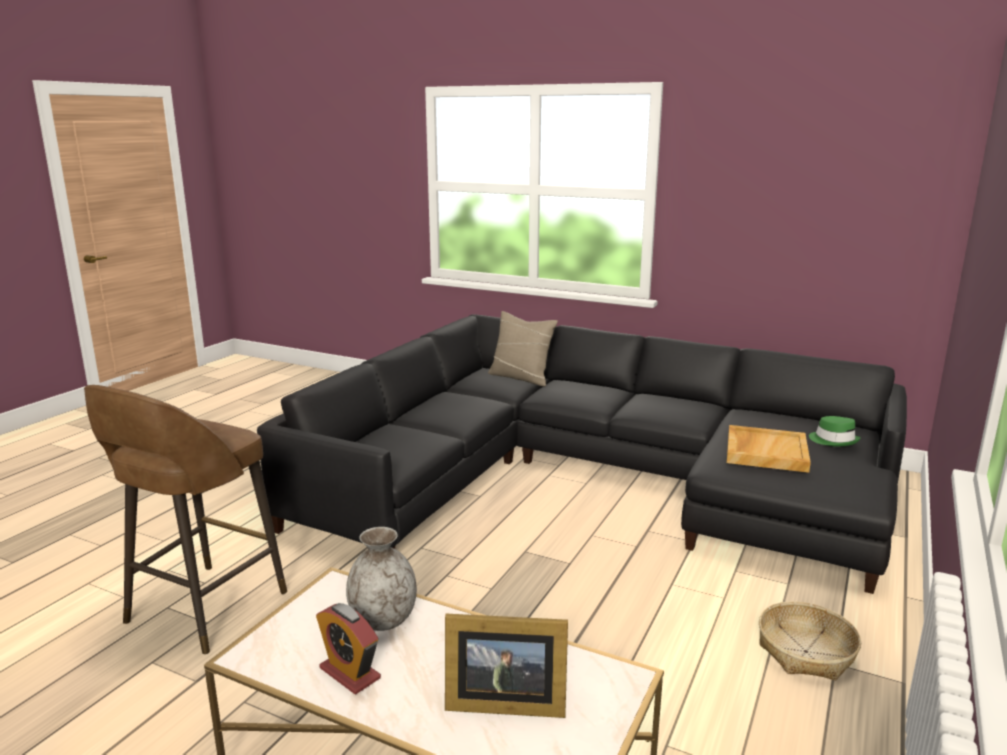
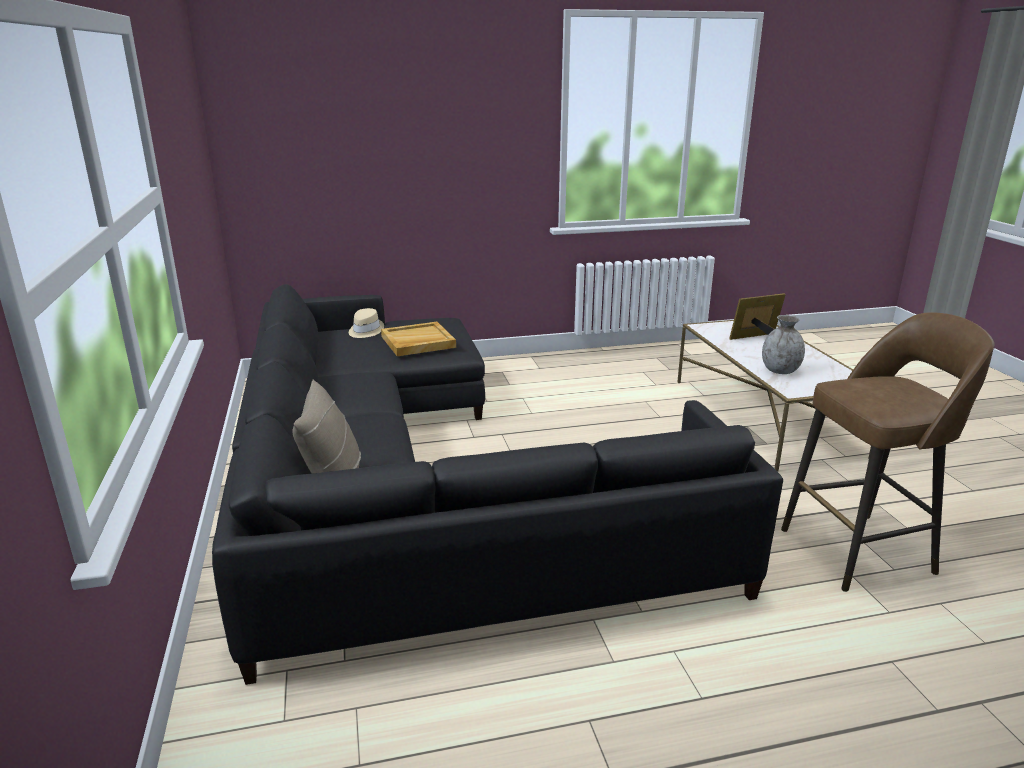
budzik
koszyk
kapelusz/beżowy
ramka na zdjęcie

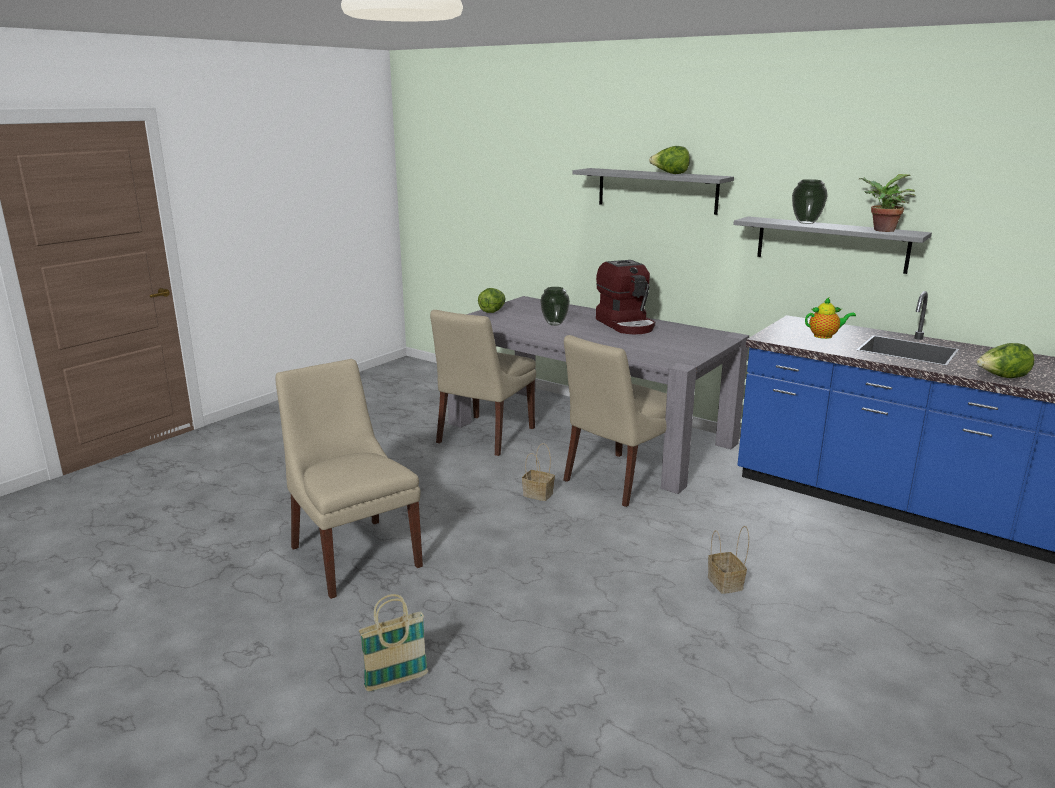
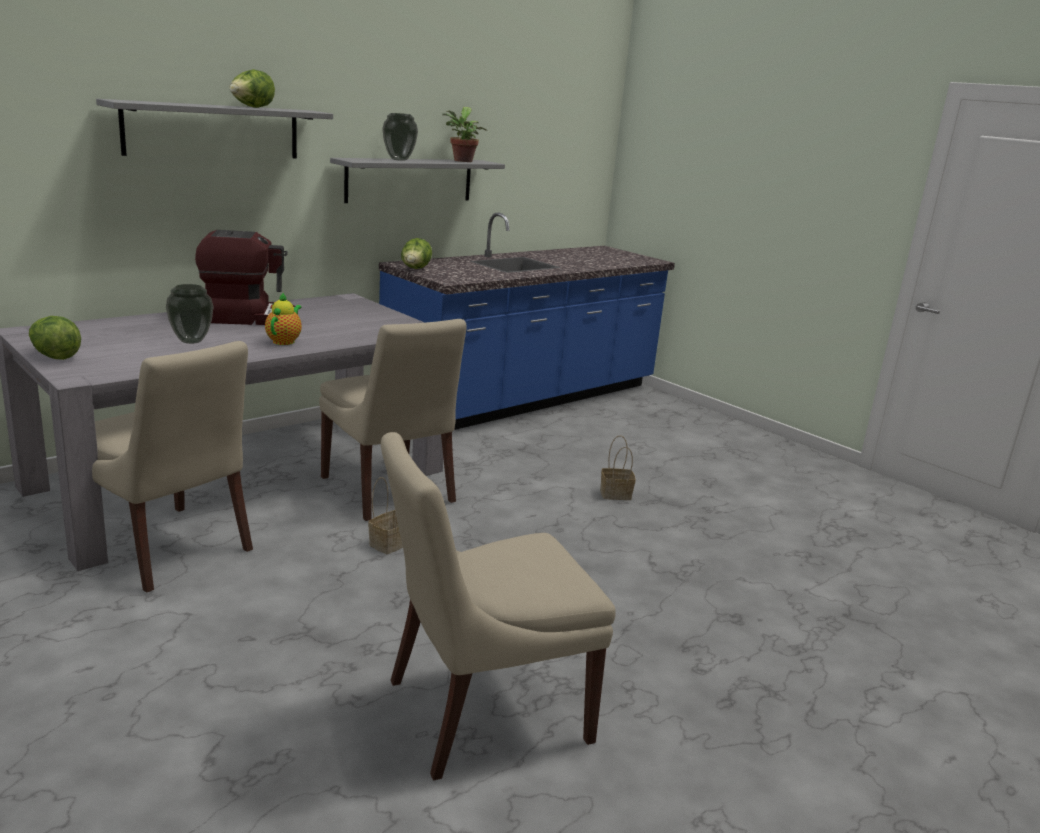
koszyk (1st from left in the first image)
imbryk
sałata (3rd from left)

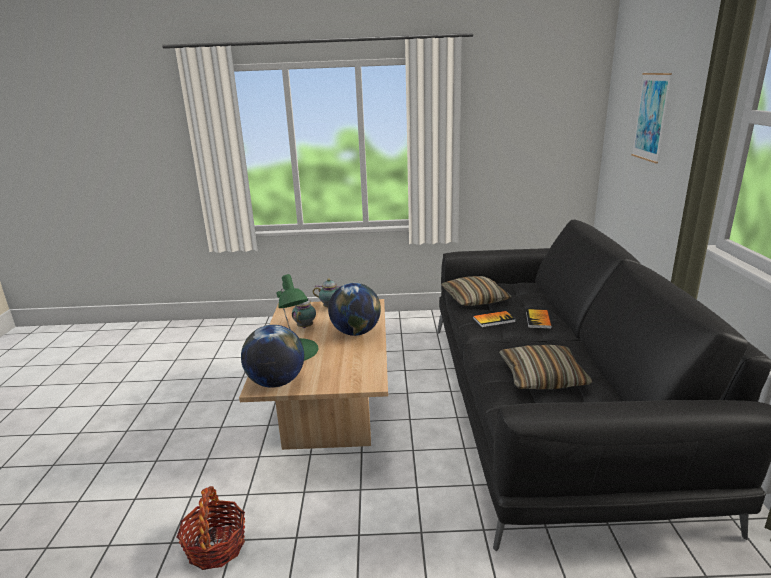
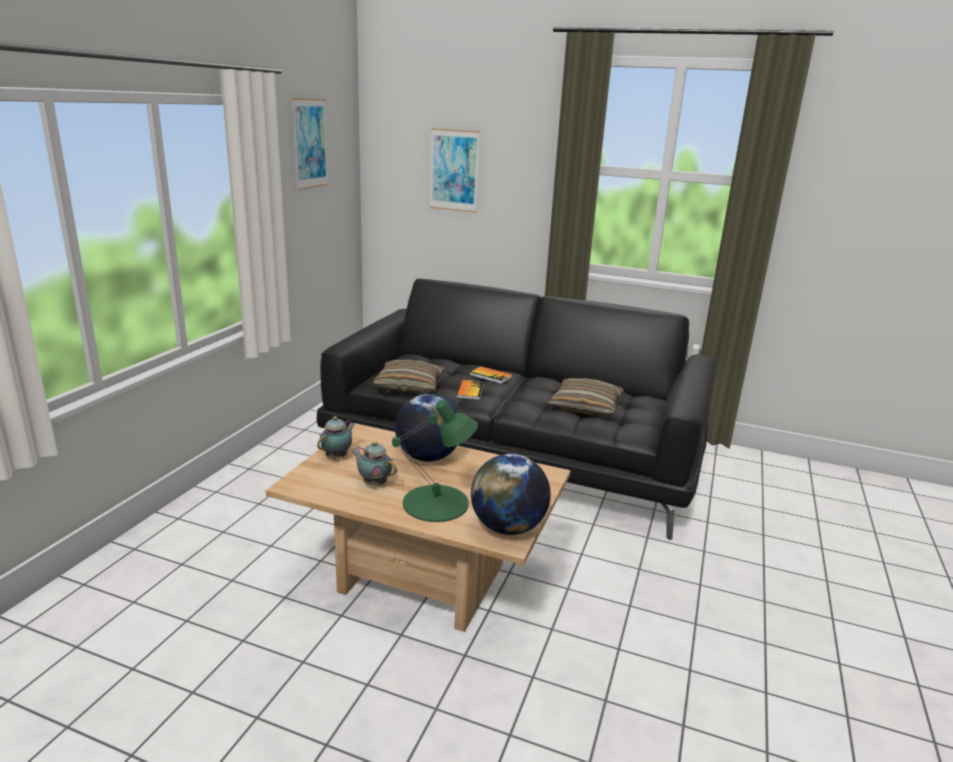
koszyk
obraz (1st from left)

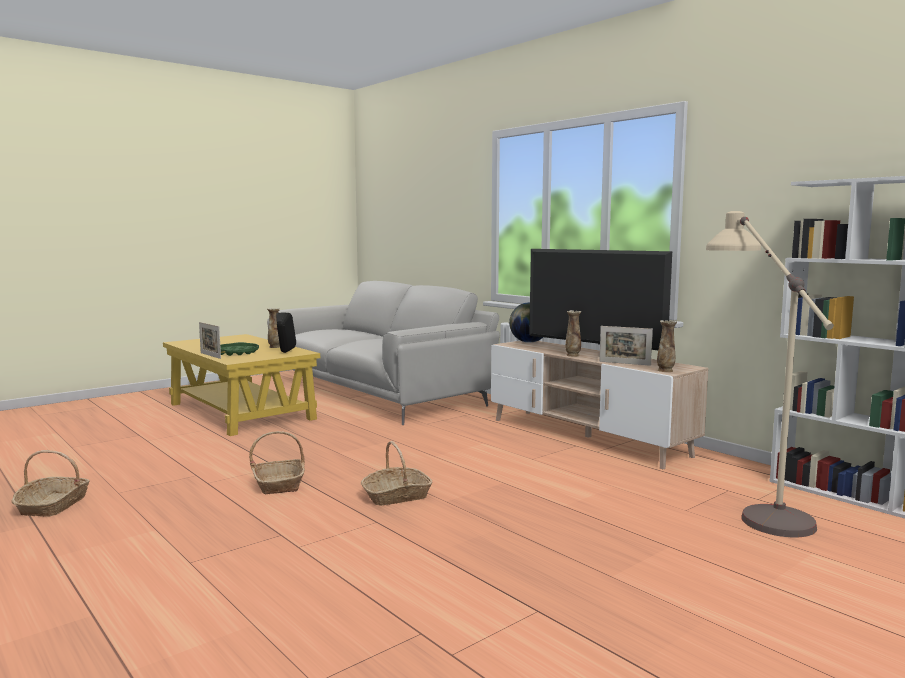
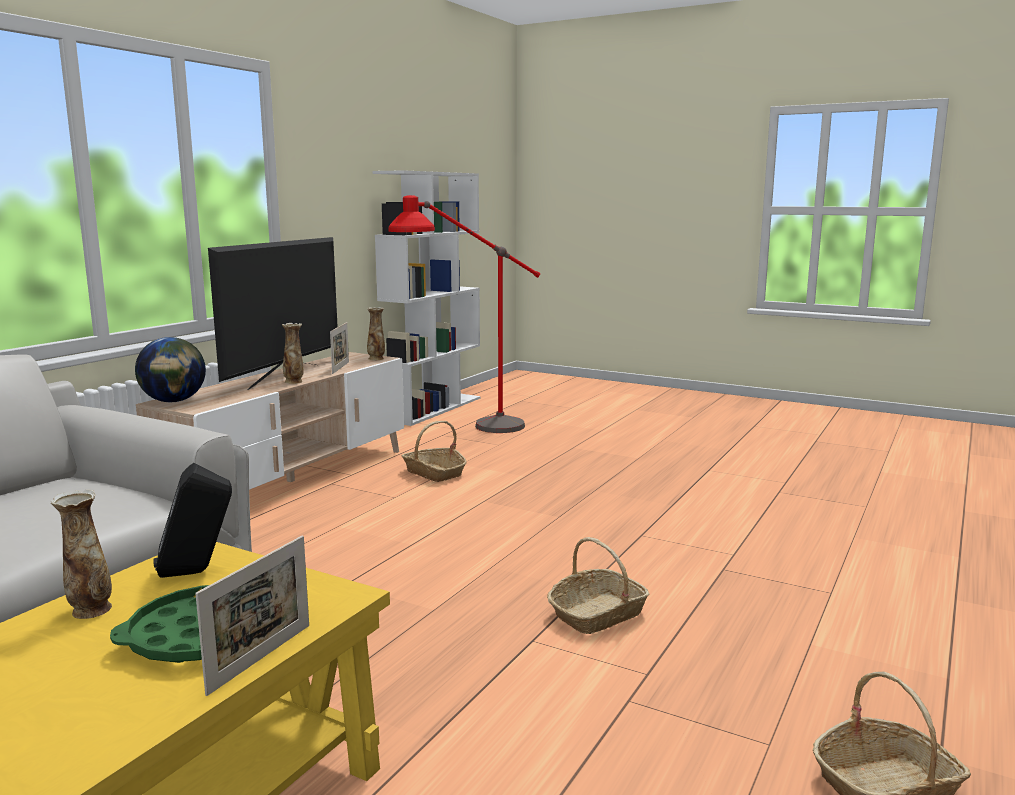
koszyk (1st from left)
lampa stojąca/czerwony

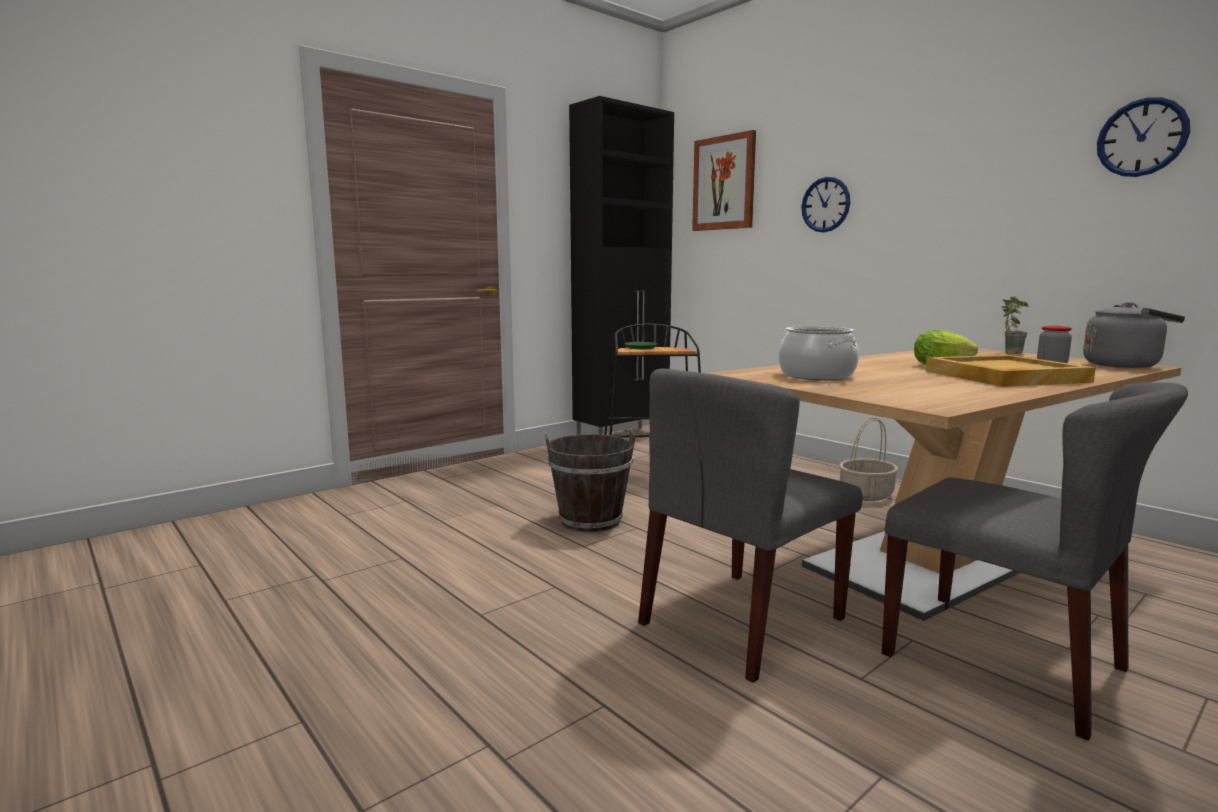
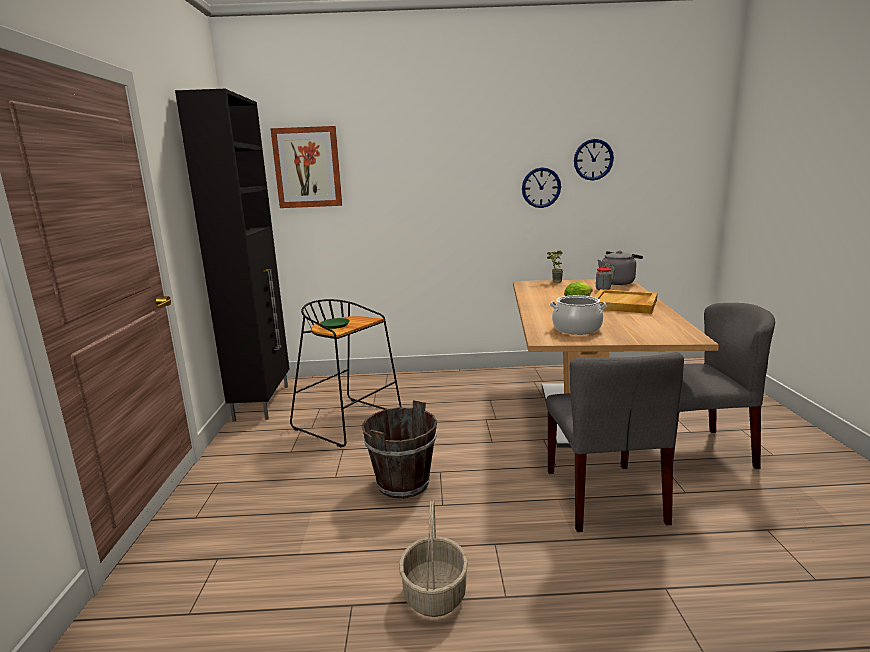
zegar ścienny (1st from left)
koszyk

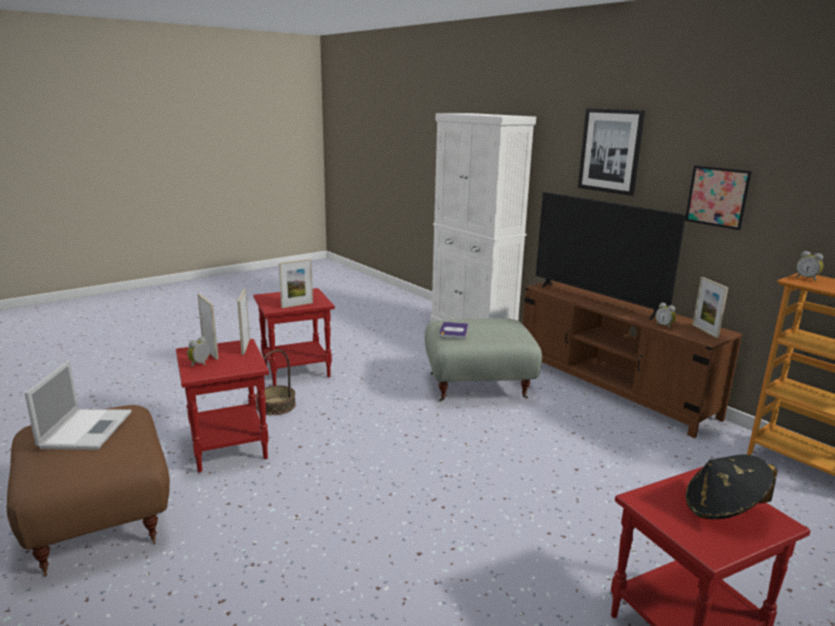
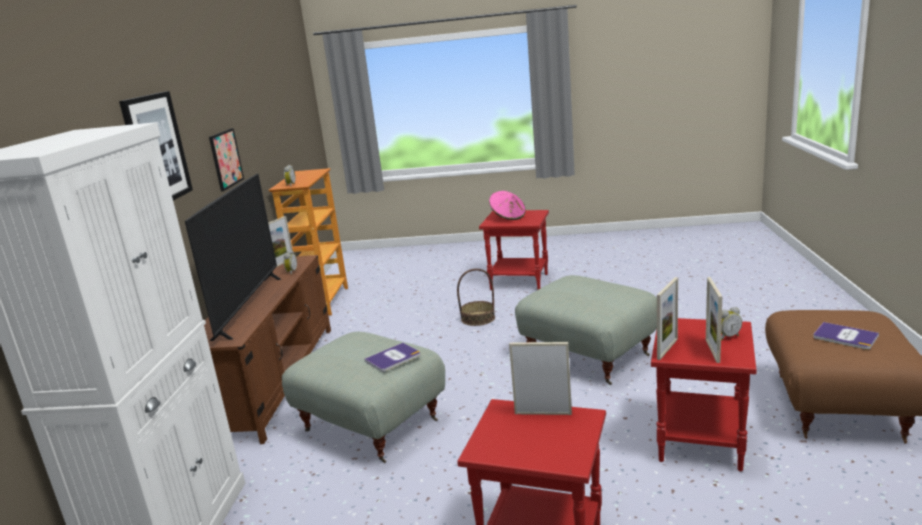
pufa/szary (2nd from left)
koszyk
książka (2nd from left)
kapelusz/różowy

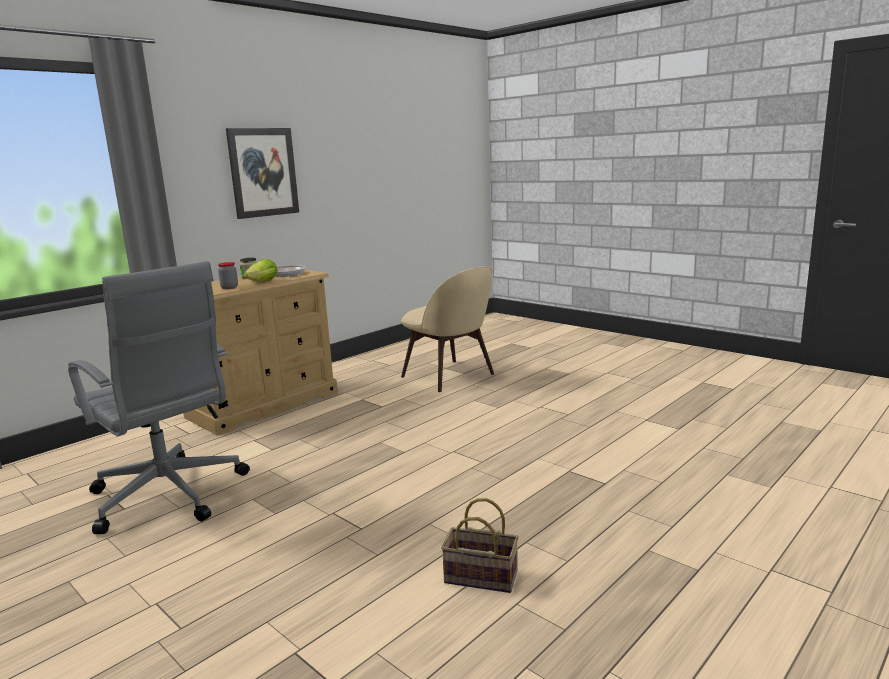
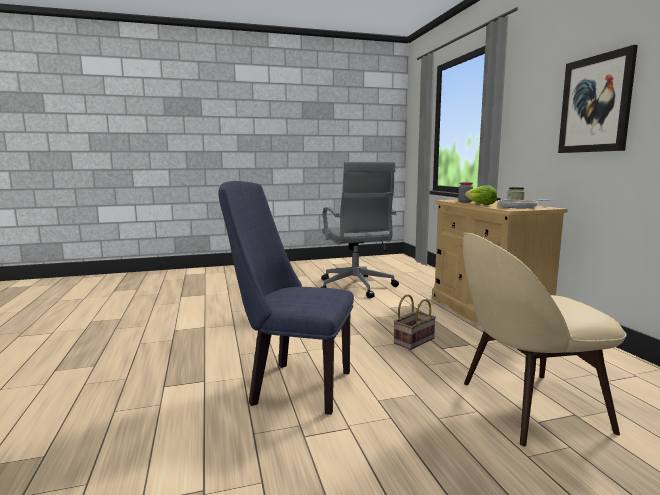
krzesło/niebieski
koszyk
krzesło biurowe/szary

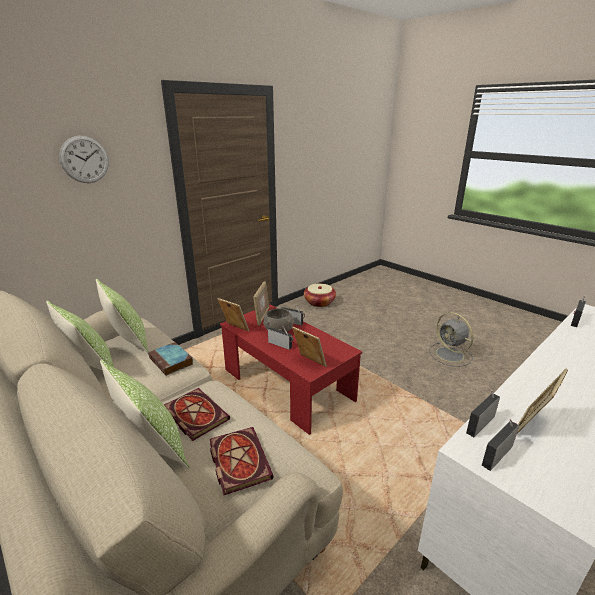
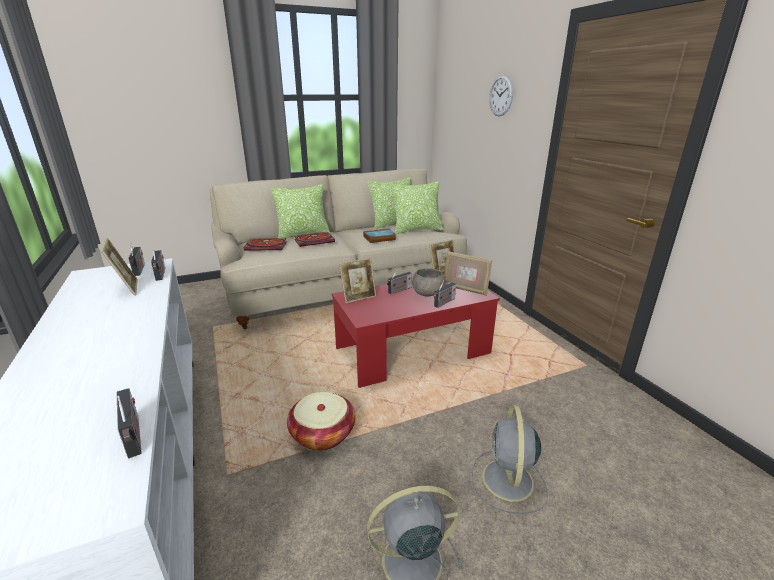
wentylator/szary (2nd from left)
koszyk

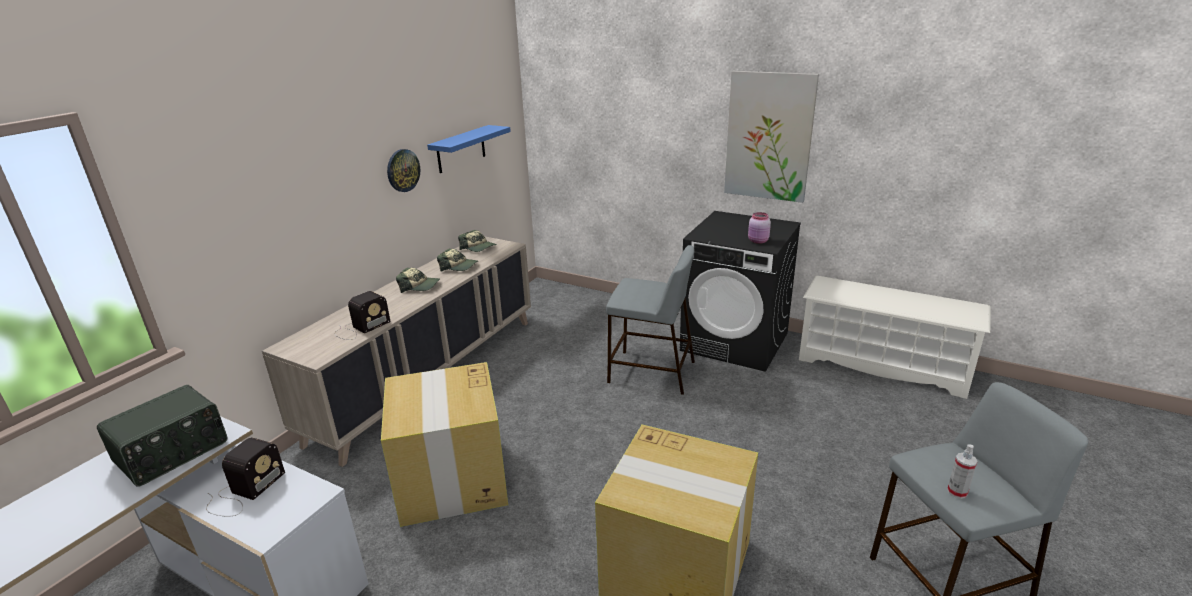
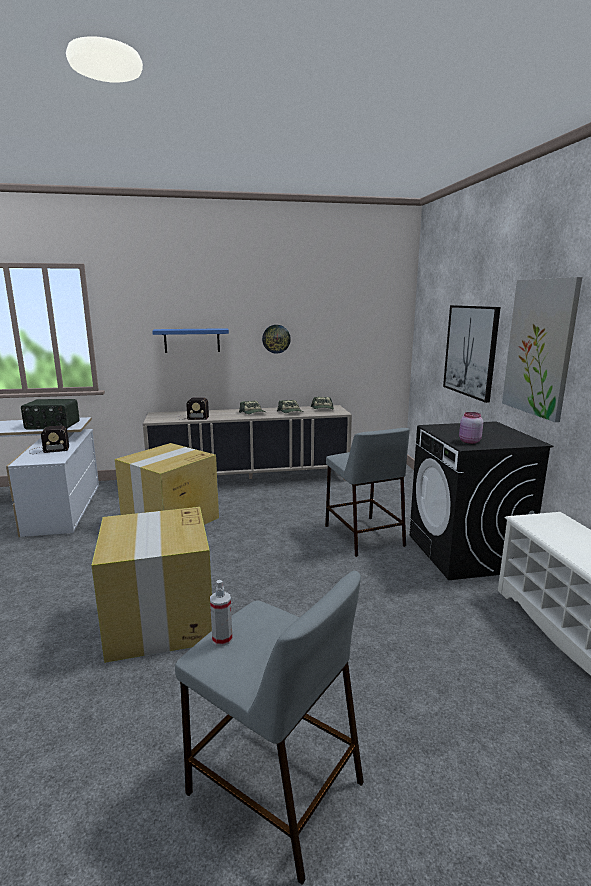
obraz (1st from left)
półka/niebieski

